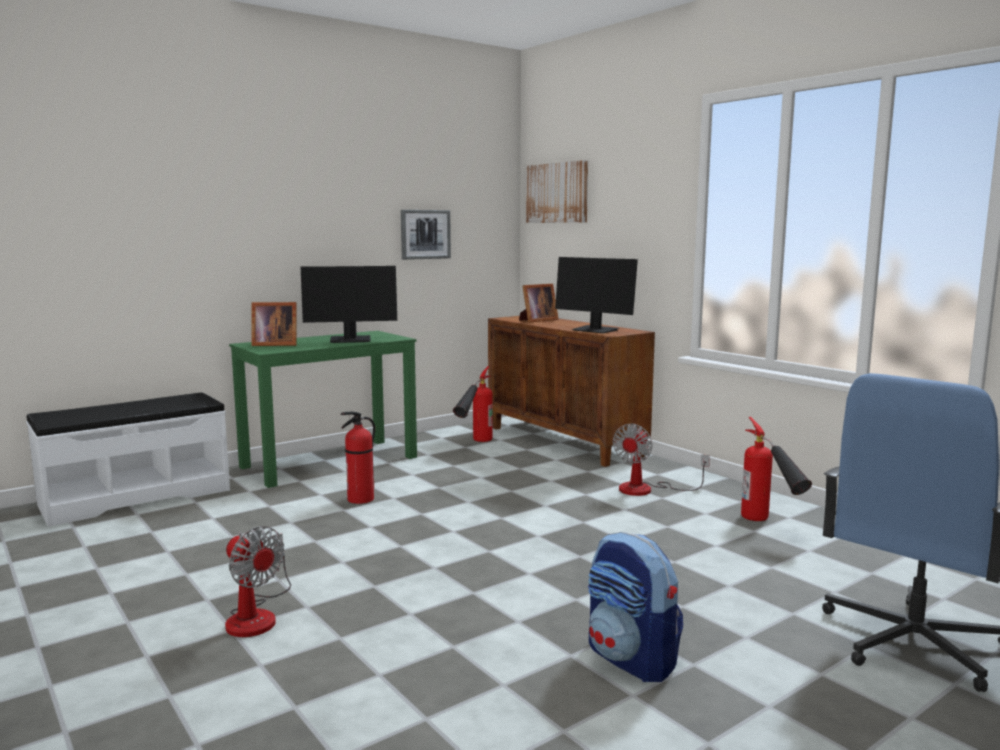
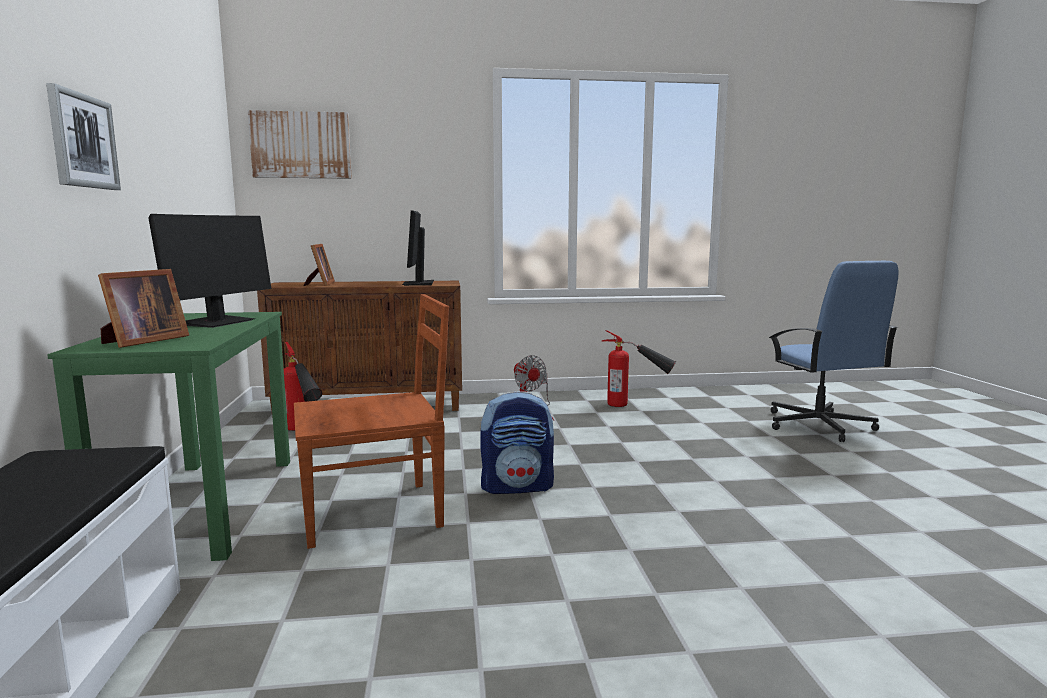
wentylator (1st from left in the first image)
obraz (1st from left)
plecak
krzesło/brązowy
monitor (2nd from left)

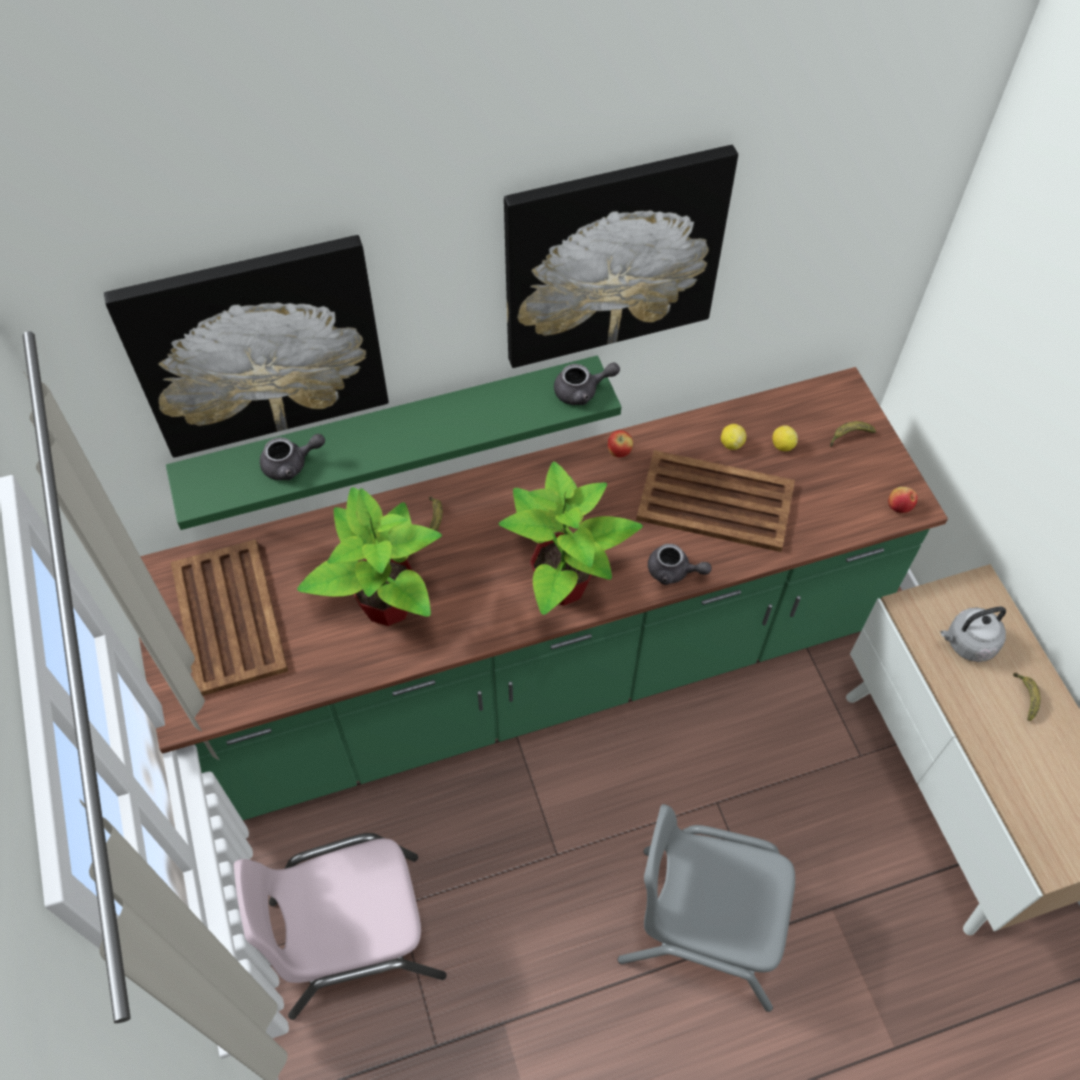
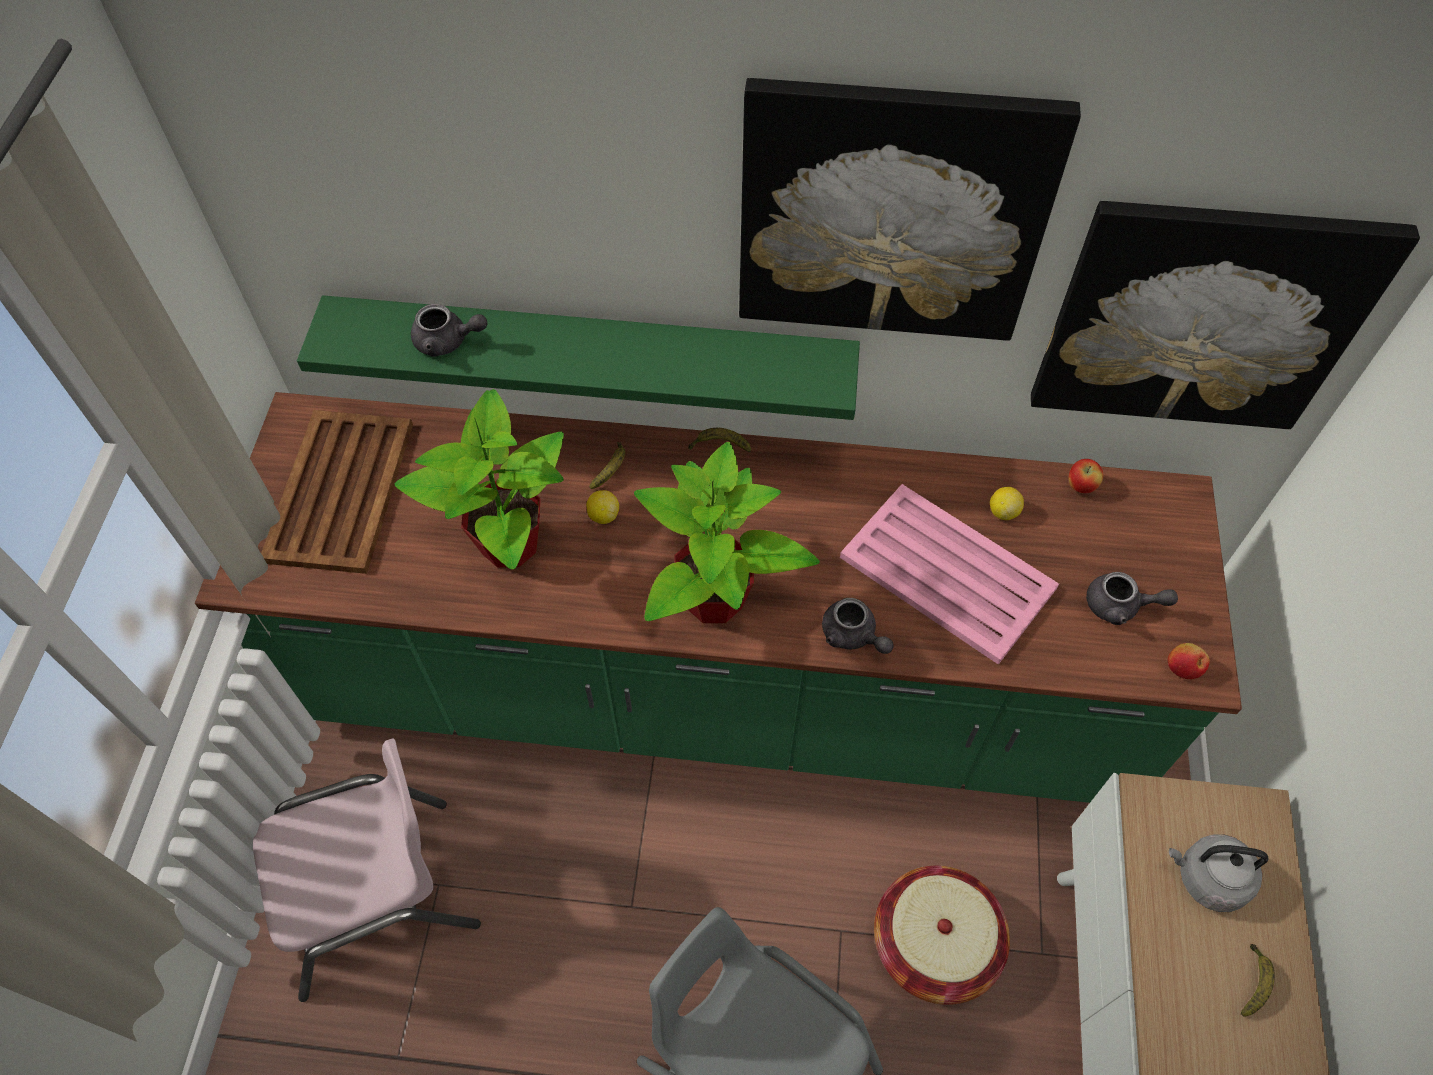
koszyk
obraz (2nd from left)
imbryk/szary (3rd from left)
jabłko (1st from left)
cytryna (1st from left)
banan (2nd from left)
taca/różowy
krzesło/różowy

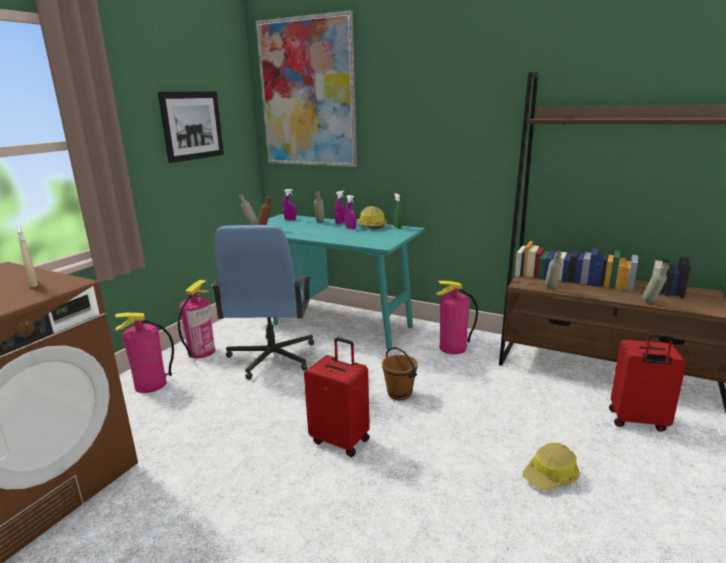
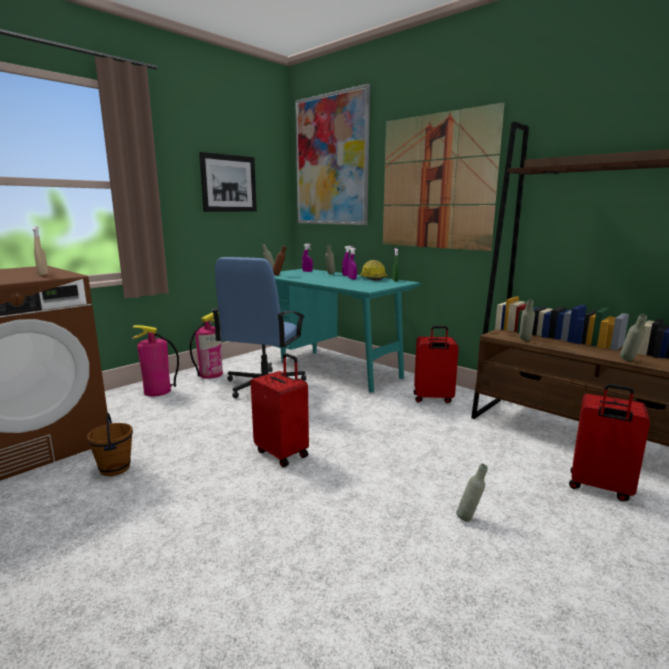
obraz (3rd from left)
wiadro/brązowy
walizka/czerwony (2nd from left)
butelka/szary (3rd from left)

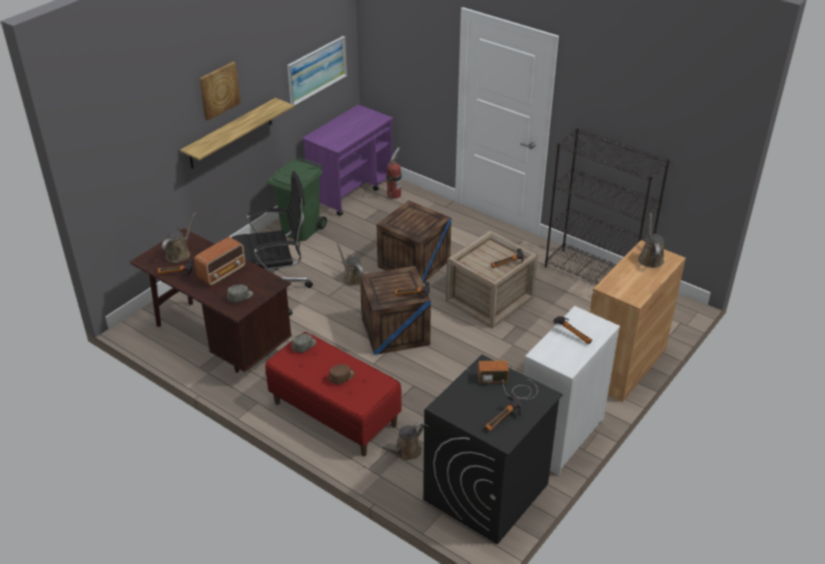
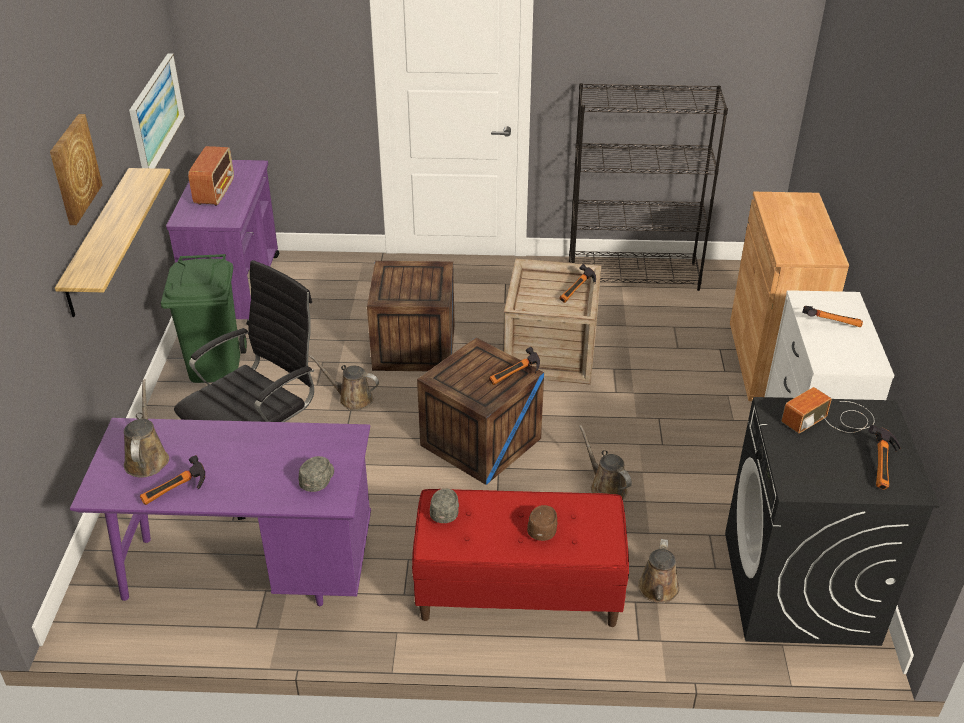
gaśnica
radio (1st from left)
konewka/brązowy (3rd from left)
biurko/fioletowy

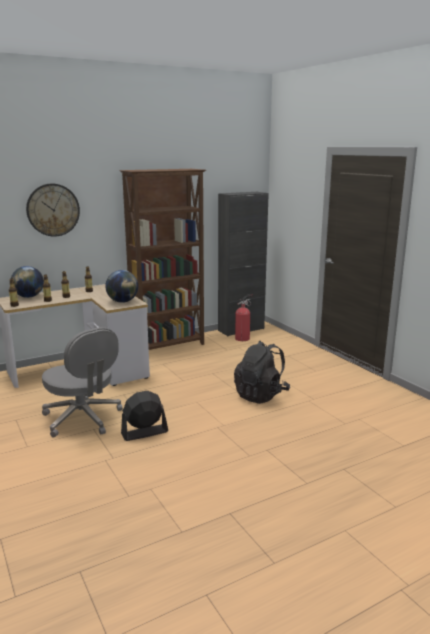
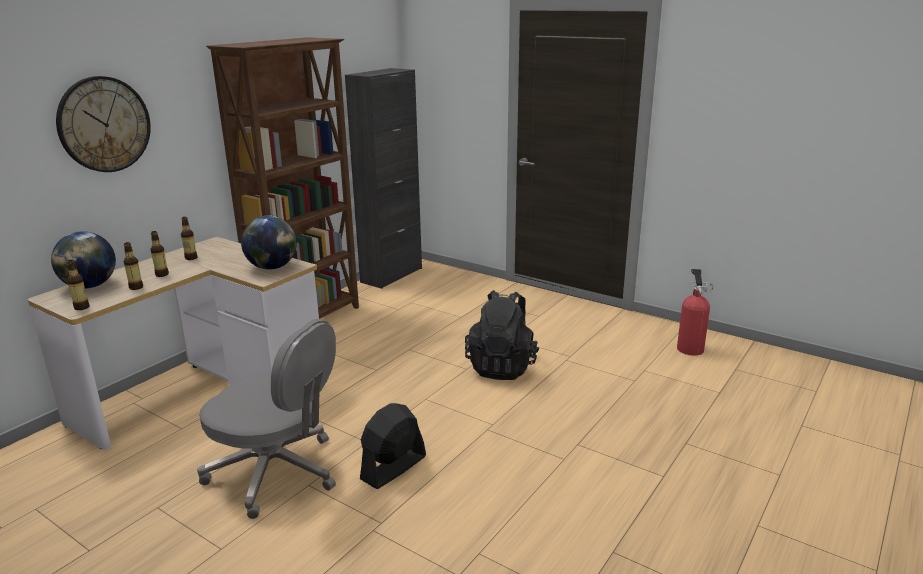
gaśnica

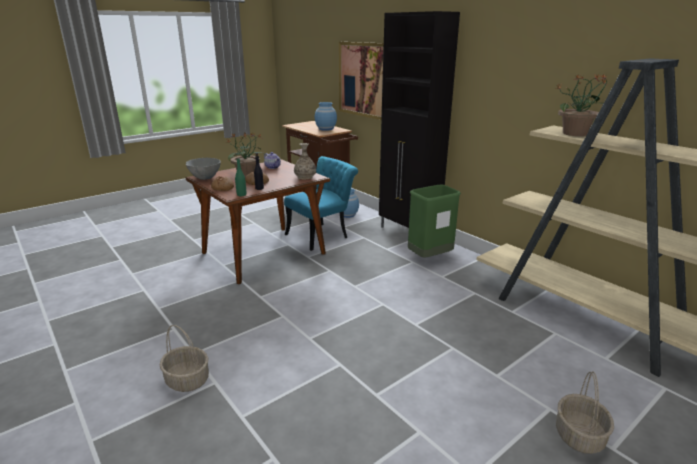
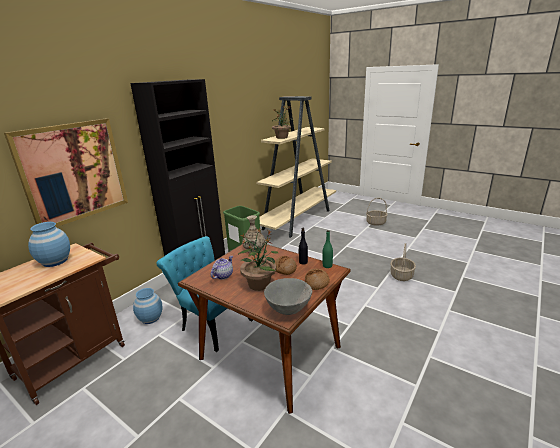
koszyk (2nd from left)

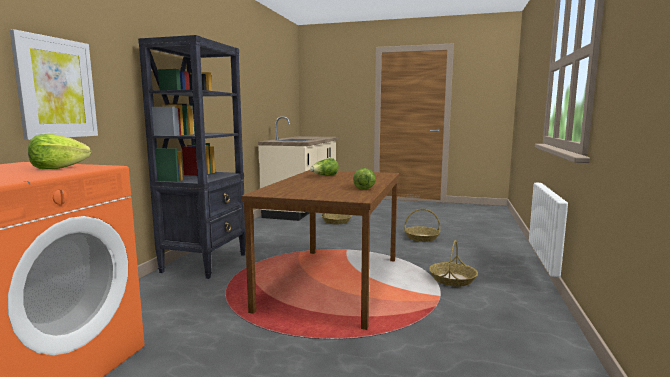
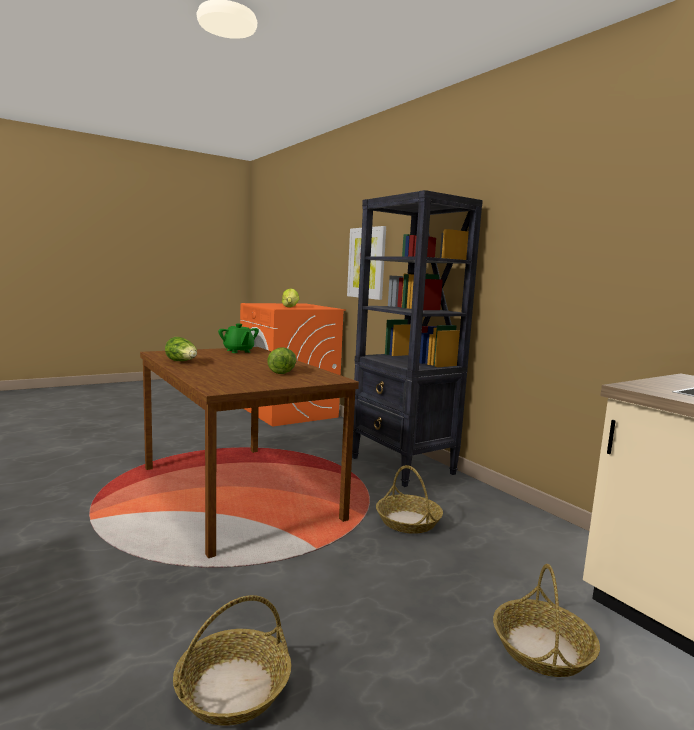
imbryk/zielony
koszyk (2nd from left)

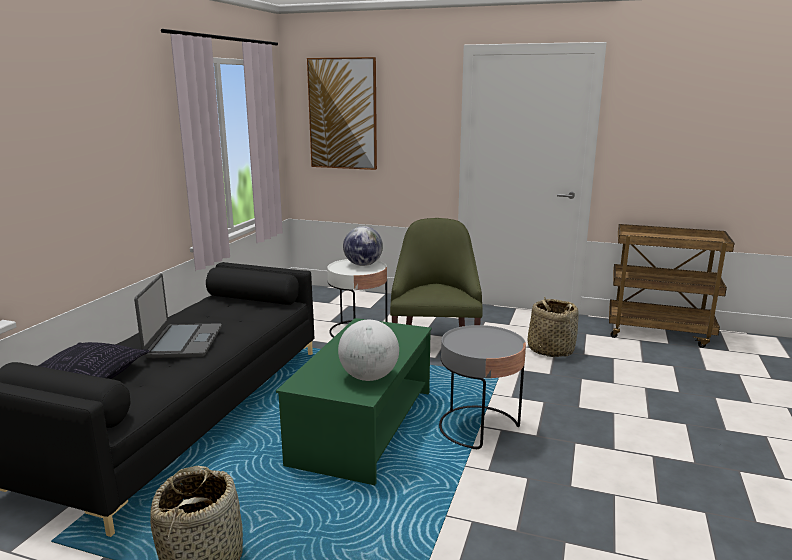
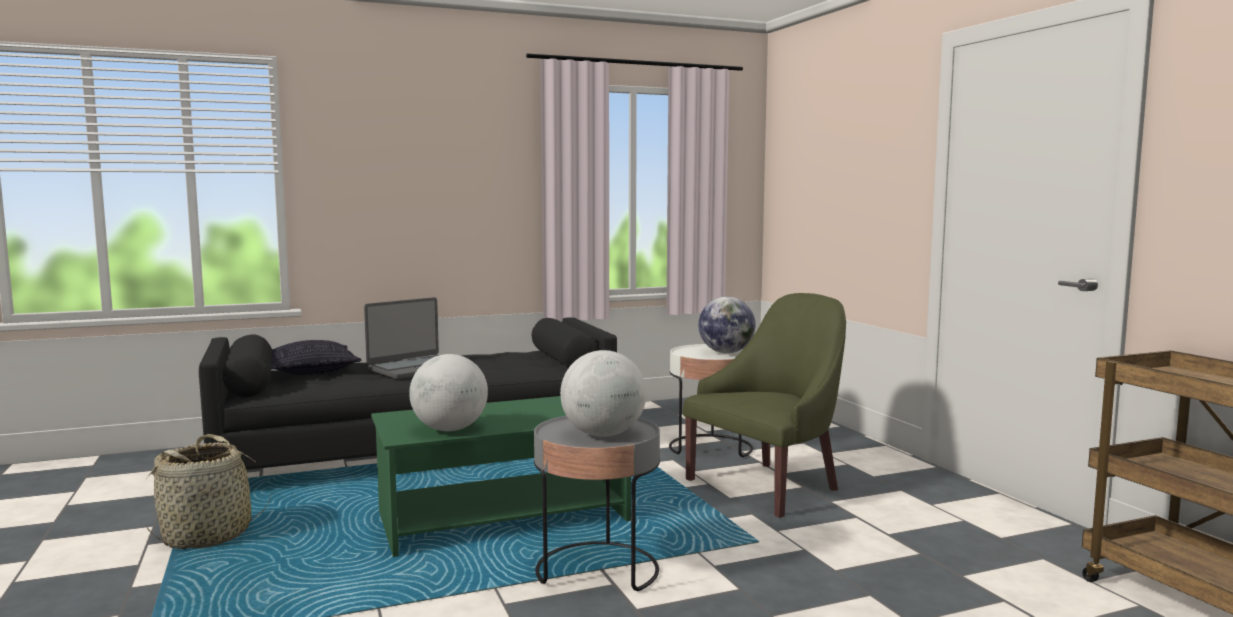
obraz
koszyk (2nd from left in the first image)
globus (2nd from left)

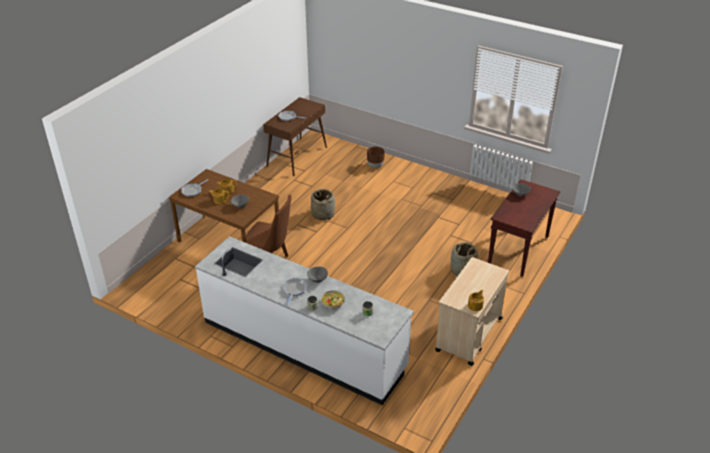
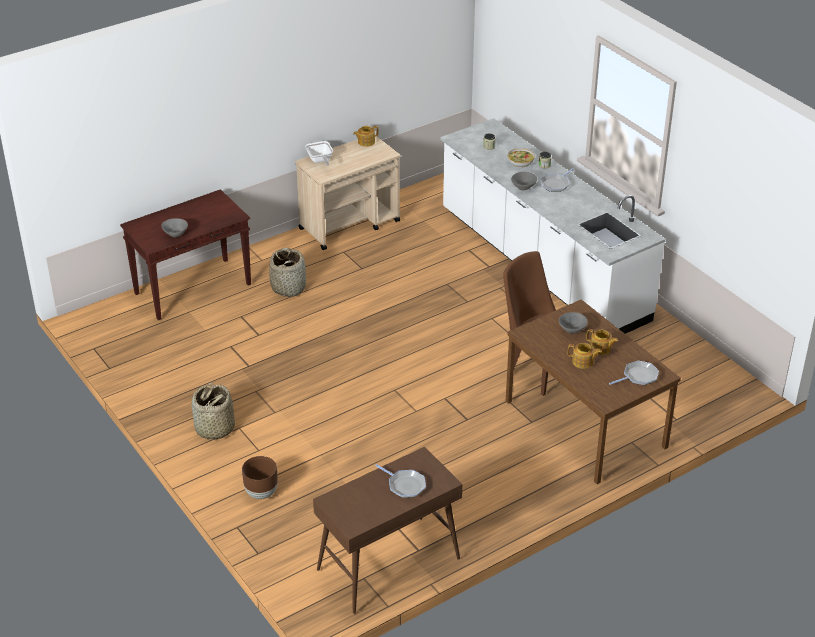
patelnia (1st from left)
koszyk (1st from left)

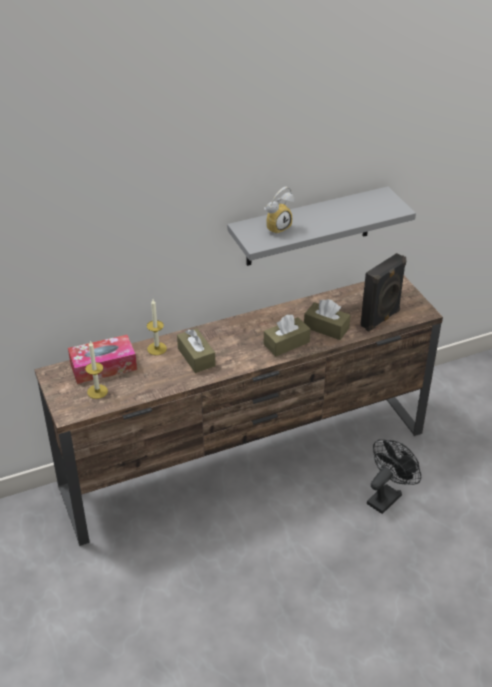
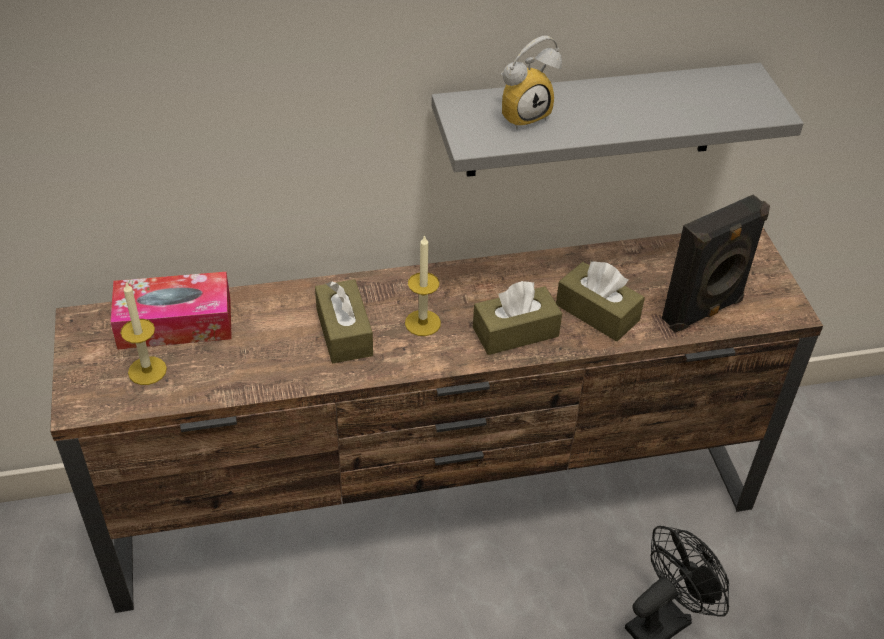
świeca (2nd from left)

